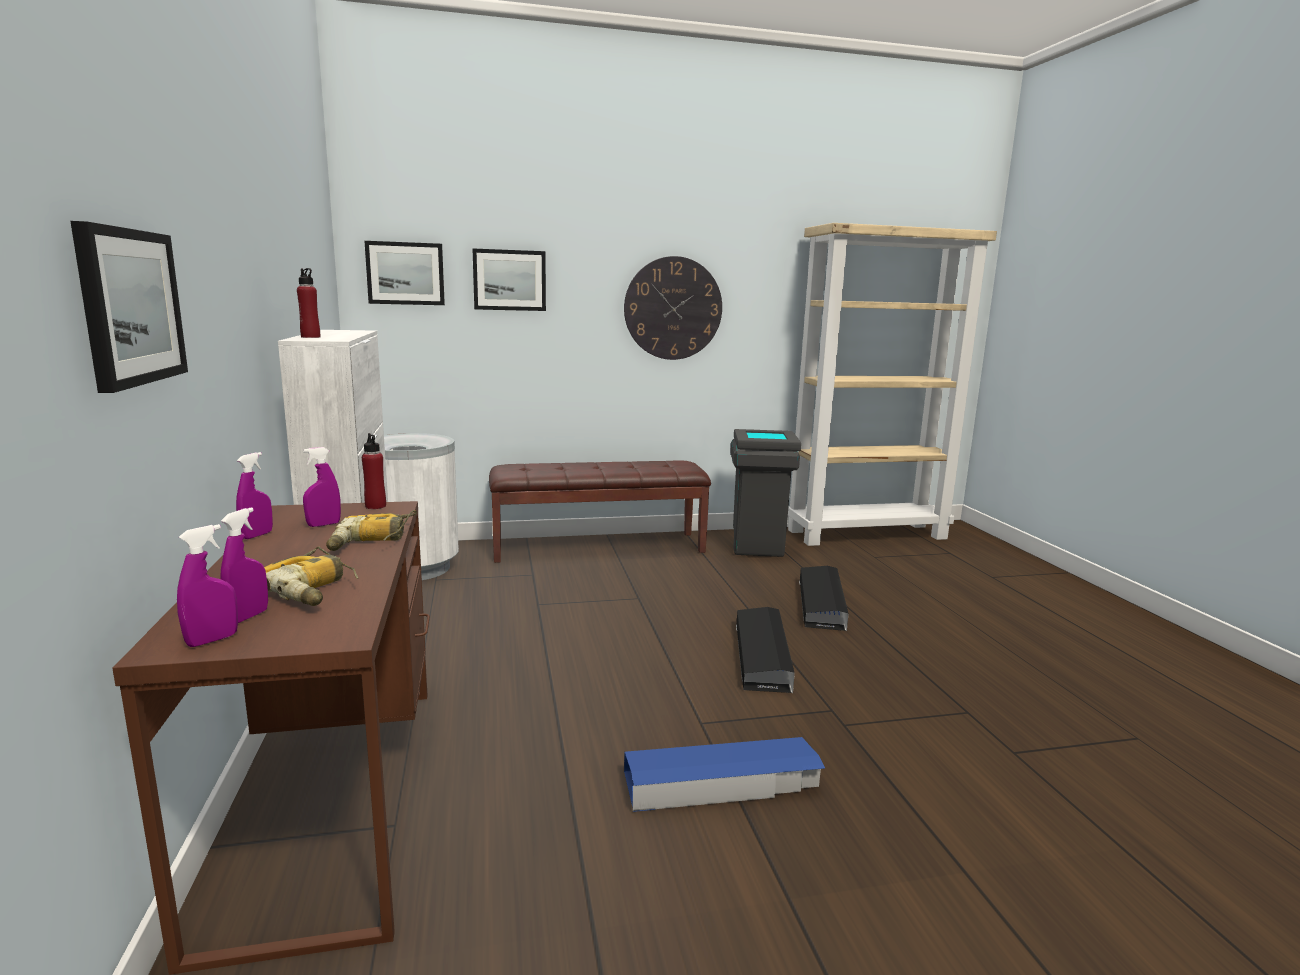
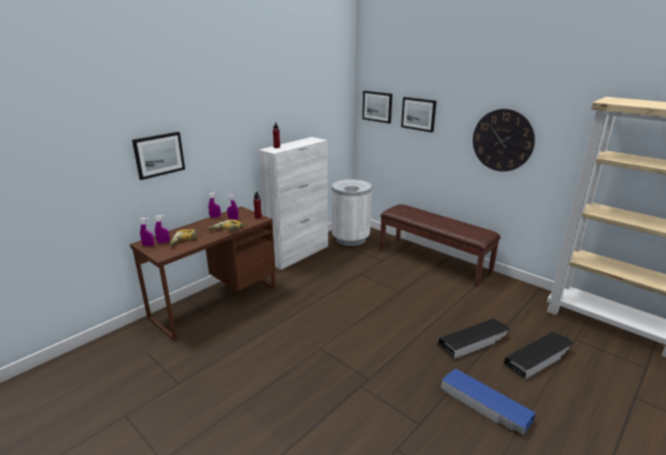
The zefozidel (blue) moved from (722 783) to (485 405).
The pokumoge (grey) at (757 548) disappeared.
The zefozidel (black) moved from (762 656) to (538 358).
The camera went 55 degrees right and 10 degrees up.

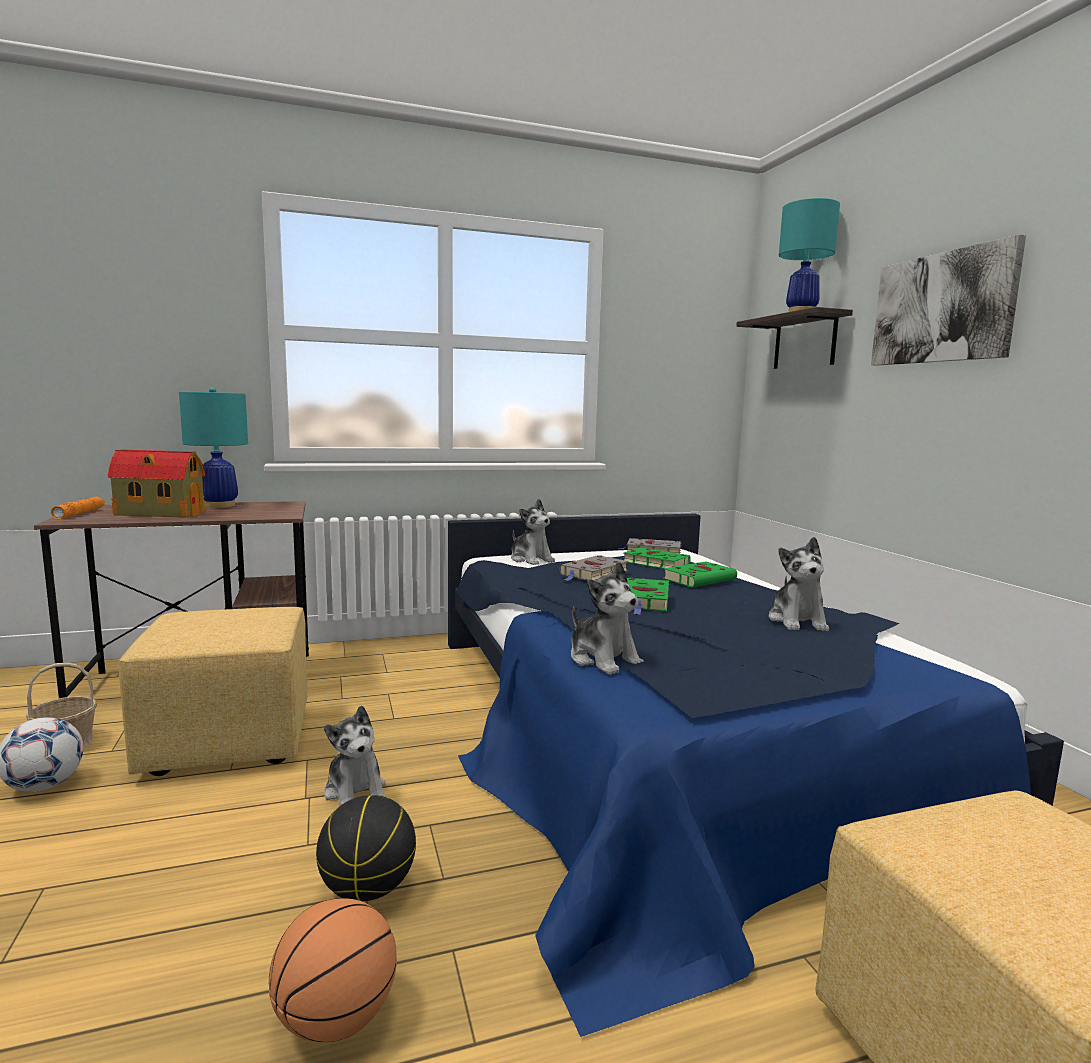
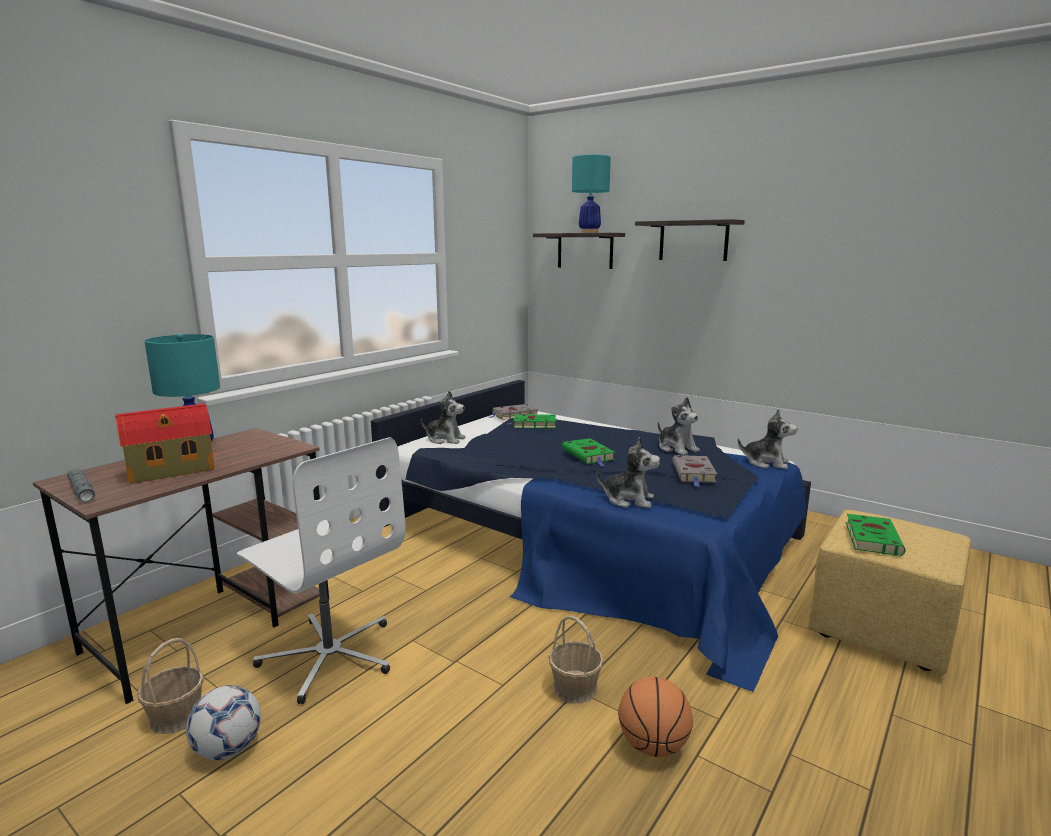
The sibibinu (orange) at (79 513) became the sibibinu (grey) at (82 491).
The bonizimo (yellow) at (227 743) was replaced by the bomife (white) at (330 655).
The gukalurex at (368 889) was replaced by the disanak at (575 687).
The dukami moved from (356 791) to (766 463).
The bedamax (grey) moved from (593 573) to (694 473).
The bedamax (green) moved from (700 579) to (872 538).
The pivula at (942 308) was replaced by the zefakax at (693 240).
The camera went 35 degrees left and 5 degrees up.

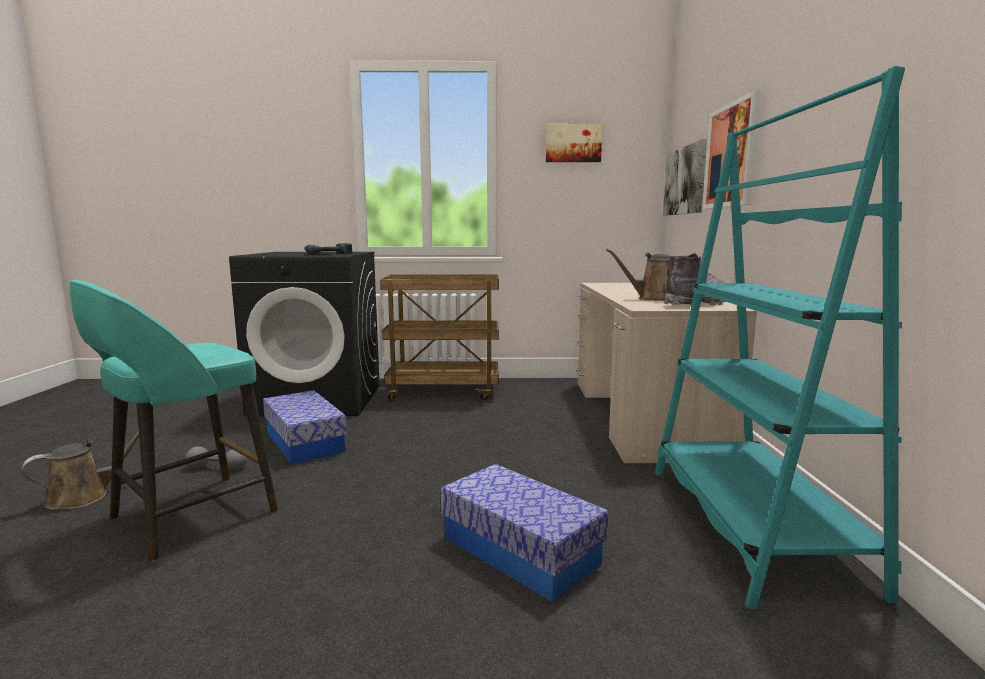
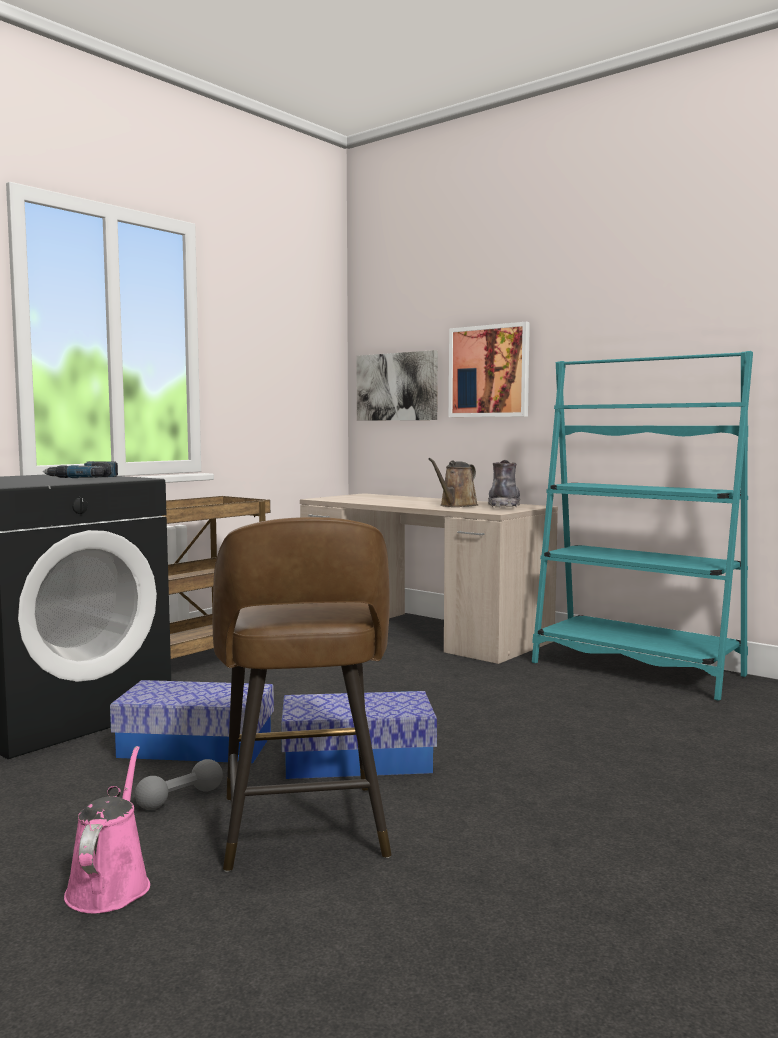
The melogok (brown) at (84 496) became the melogok (pink) at (110 885).
The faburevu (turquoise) at (189 516) became the faburevu (brown) at (303 829).
The zefozidel moved from (520 550) to (357 760).
The pivula at (573 143) disappeared.
The camera went 50 degrees left and 5 degrees down.

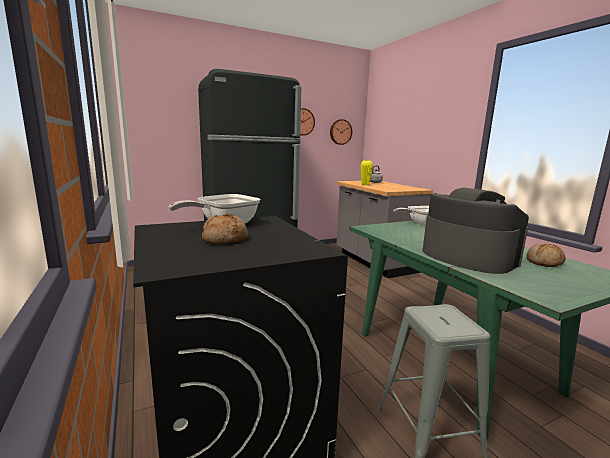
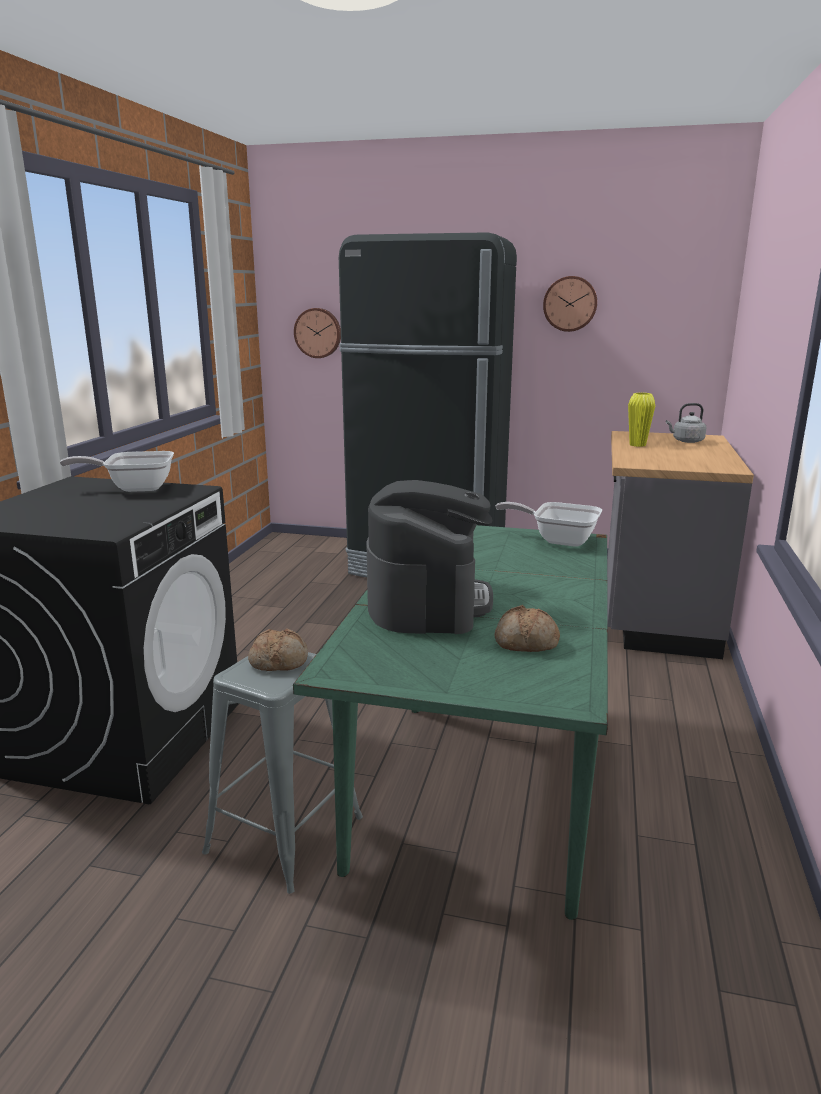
The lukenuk moved from (225 239) to (279 661).
The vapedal moved from (340 132) to (318 333).
The camera went 40 degrees right and 5 degrees up.

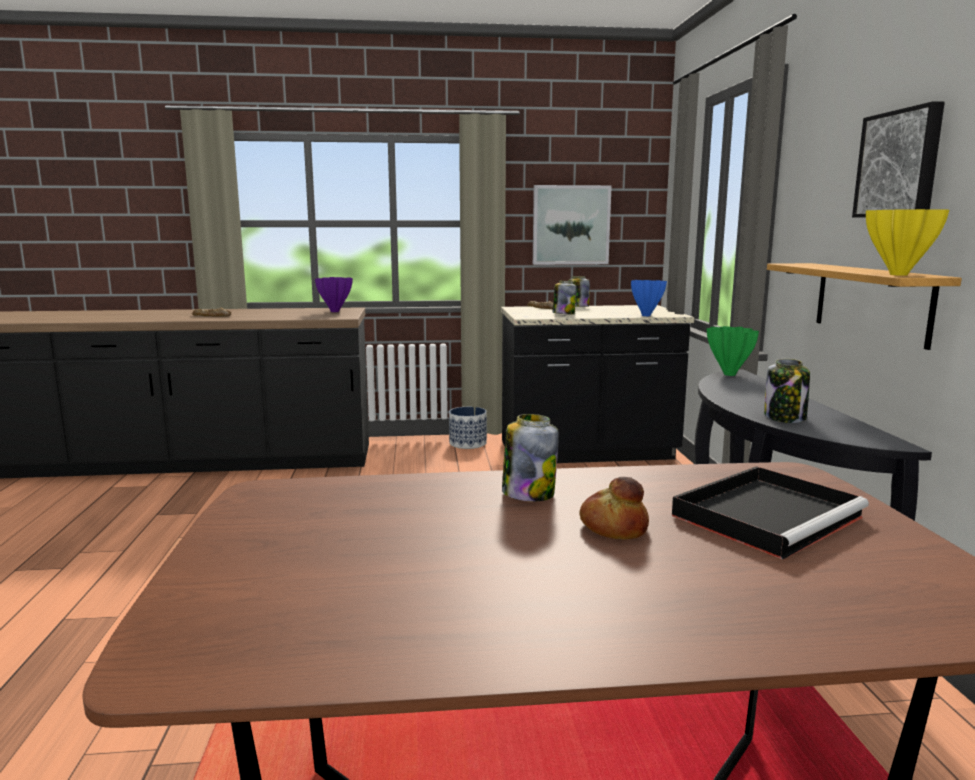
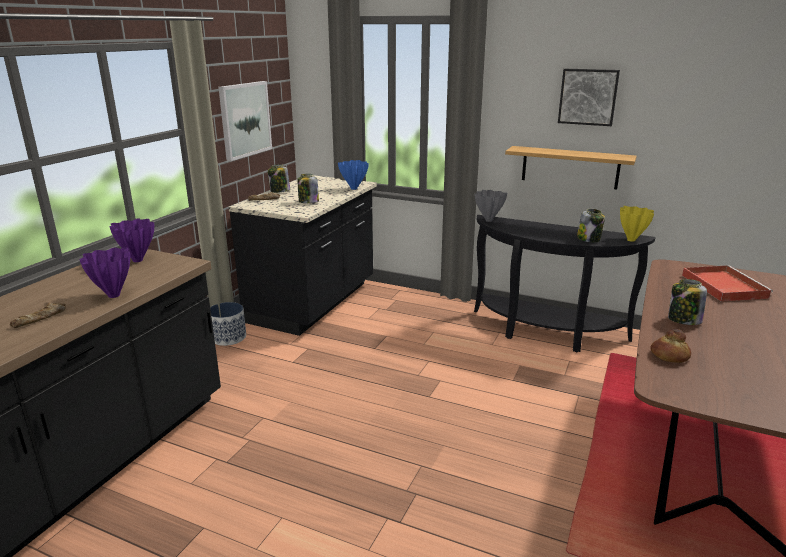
The lukenuk moved from (614 527) to (669 356).
The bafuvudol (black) at (768 515) became the bafuvudol (red) at (722 286).
The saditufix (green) at (728 374) became the saditufix (grey) at (488 220).
The saditufix (yellow) moved from (898 275) to (631 240).
The saditufix (purple) at (113 296) appeared.
The camera went 60 degrees left and 10 degrees up.

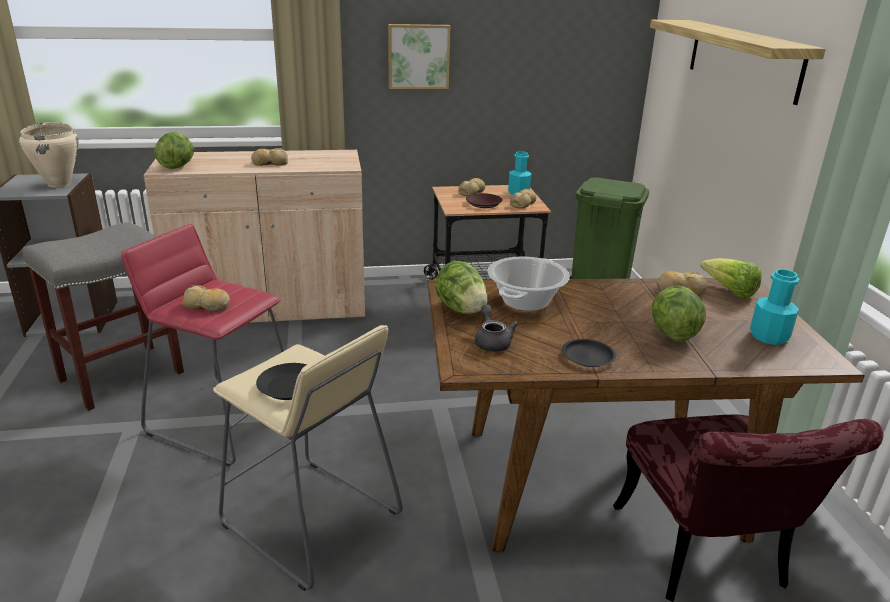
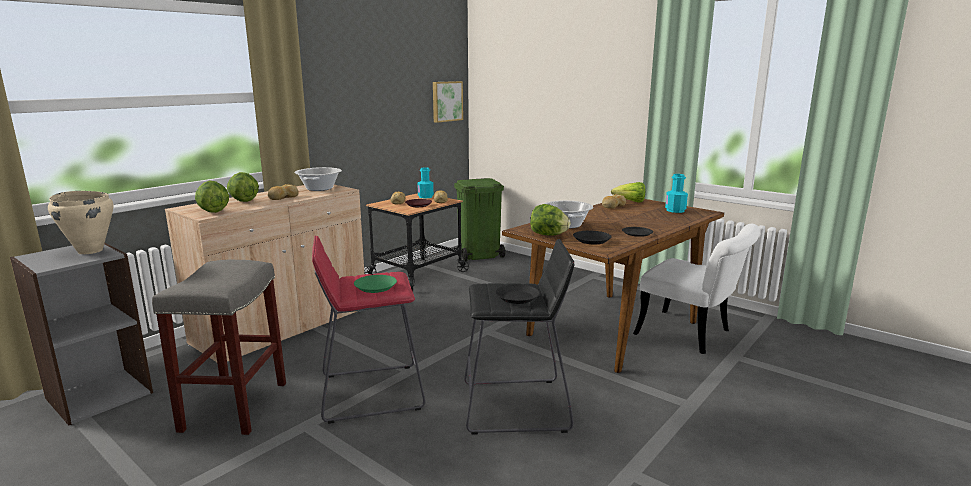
The lukenuk at (207 306) was replaced by the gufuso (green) at (375 287).
The faburevu (beige) at (311 520) became the faburevu (black) at (515 406).
The pivula moved from (418 56) to (446 101).
The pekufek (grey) at (492 341) was replaced by the gufuso (black) at (591 240).
The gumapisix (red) at (706 559) became the gumapisix (white) at (692 335).
The zefakax at (743 58) disappeared.
The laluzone moved from (672 333) to (243 201).
The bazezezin at (319 188) appeared.
The camera went 40 degrees left and 10 degrees down.

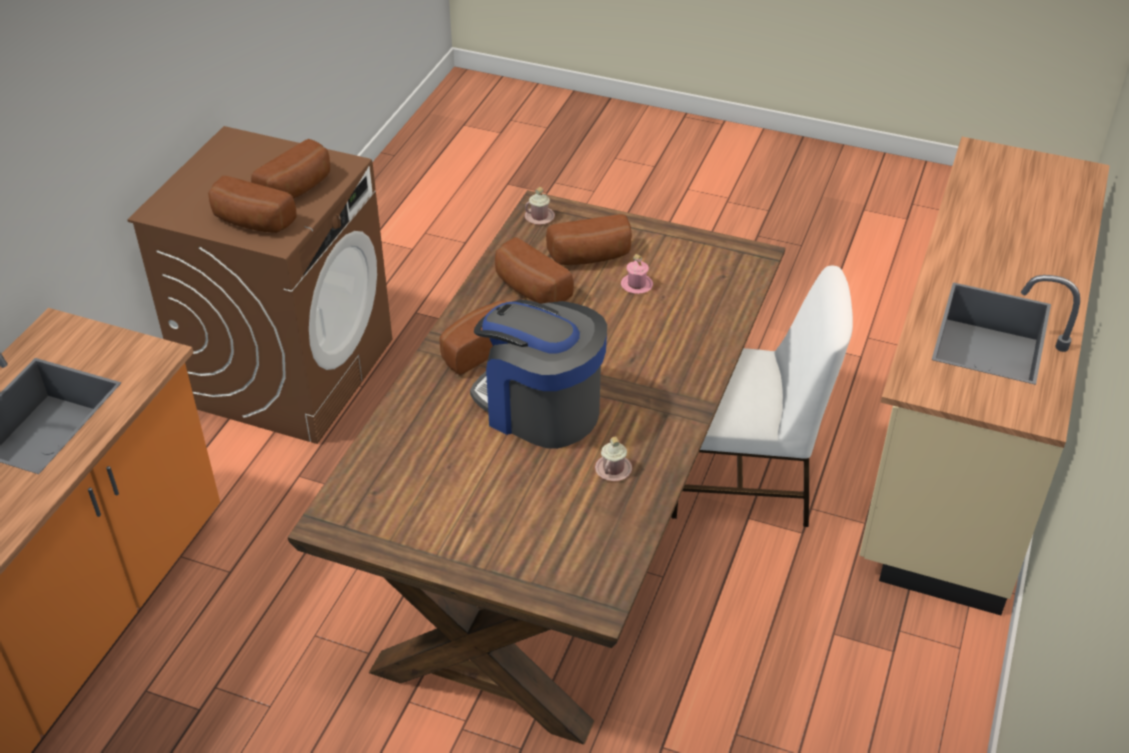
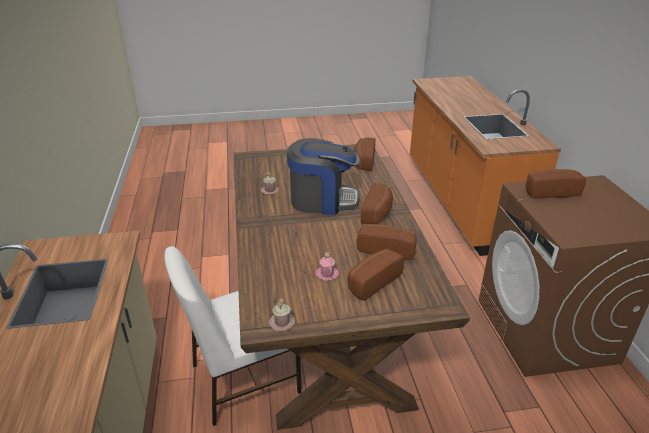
The lukenuk moved from (298 189) to (363 161).
The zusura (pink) moved from (539 217) to (282 322).
The camera went 150 degrees right and 10 degrees down.

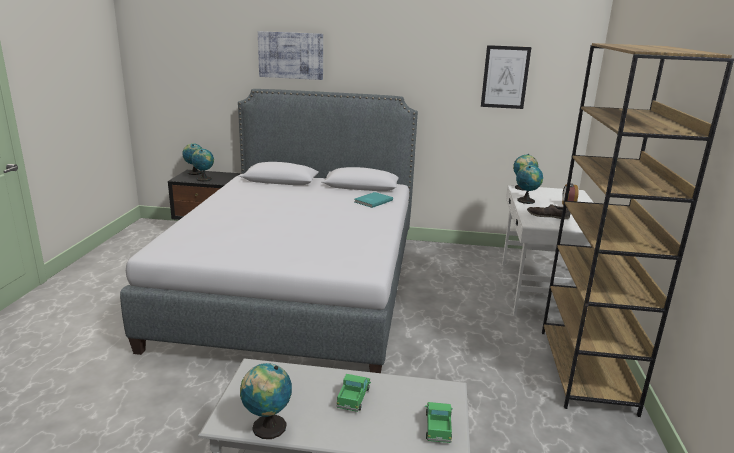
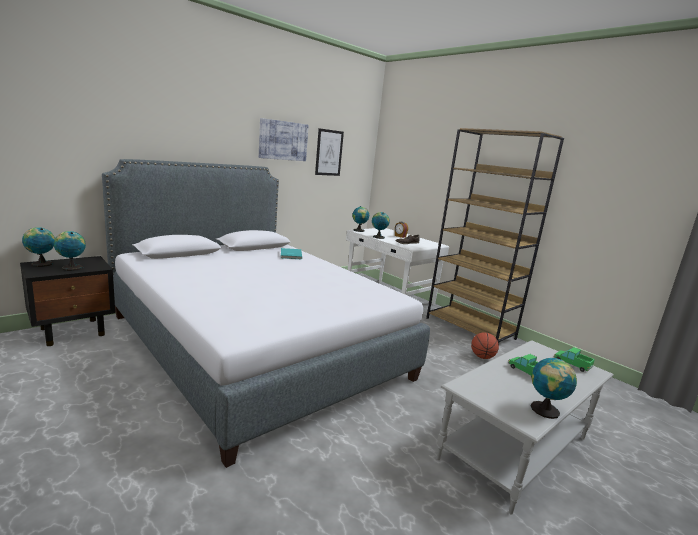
The pivula moved from (291 55) to (283 140).
The gukalurex at (482 357) appeared.
The camera went 50 degrees left and 5 degrees down.

